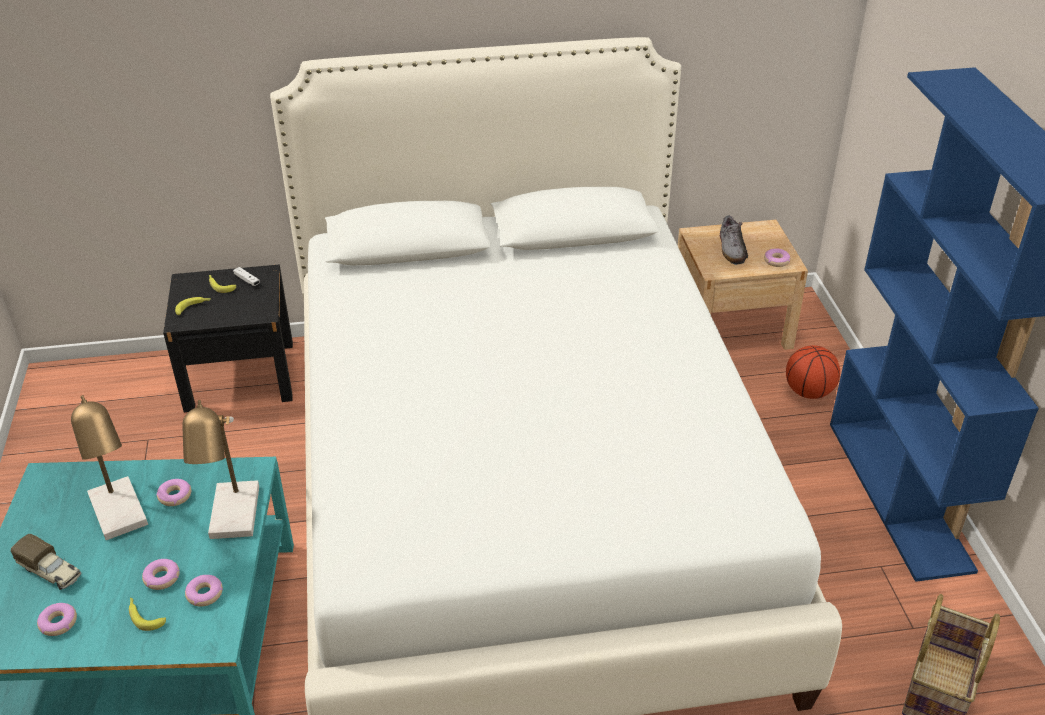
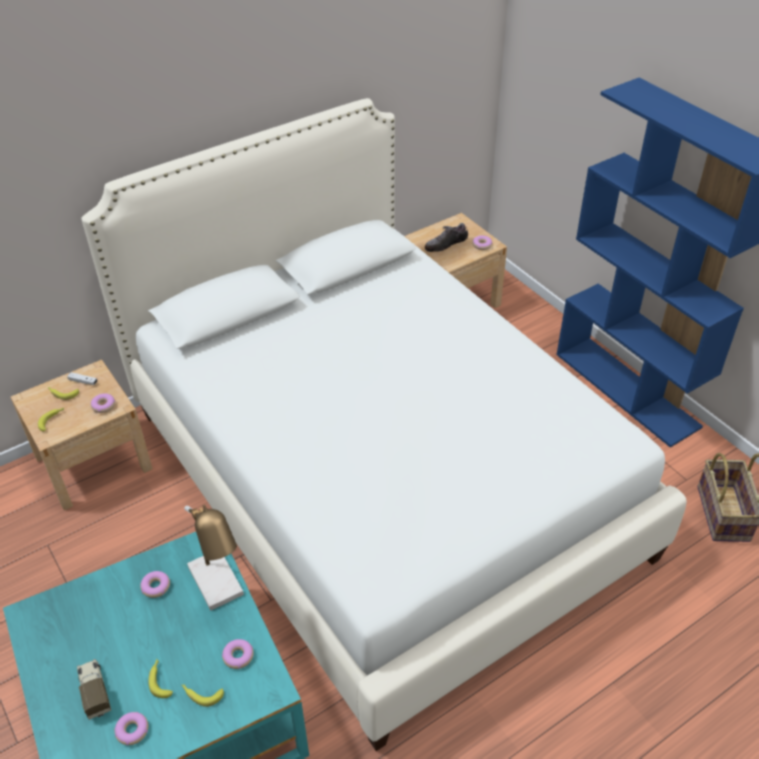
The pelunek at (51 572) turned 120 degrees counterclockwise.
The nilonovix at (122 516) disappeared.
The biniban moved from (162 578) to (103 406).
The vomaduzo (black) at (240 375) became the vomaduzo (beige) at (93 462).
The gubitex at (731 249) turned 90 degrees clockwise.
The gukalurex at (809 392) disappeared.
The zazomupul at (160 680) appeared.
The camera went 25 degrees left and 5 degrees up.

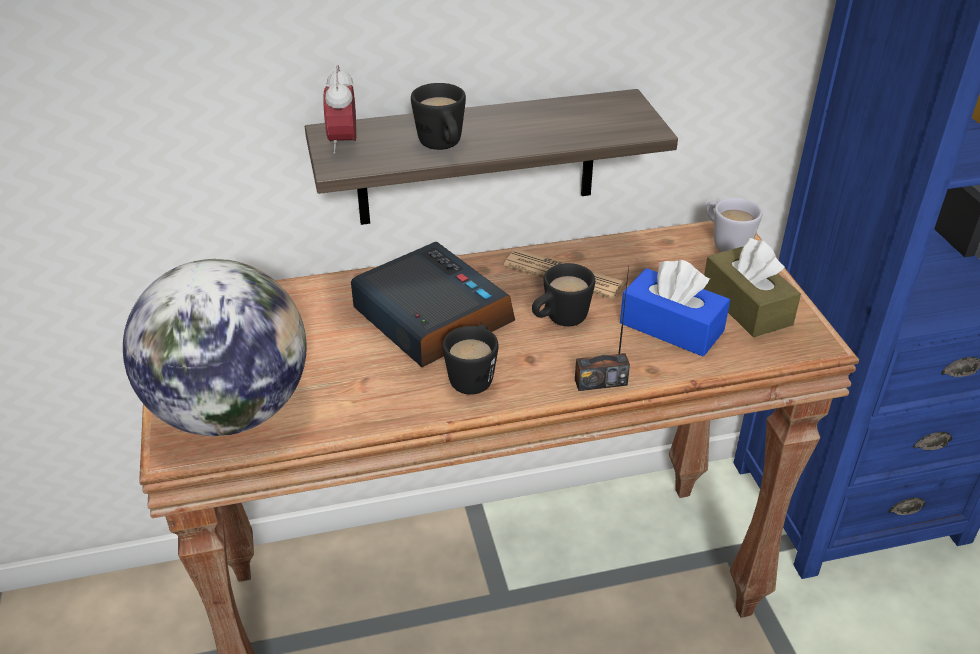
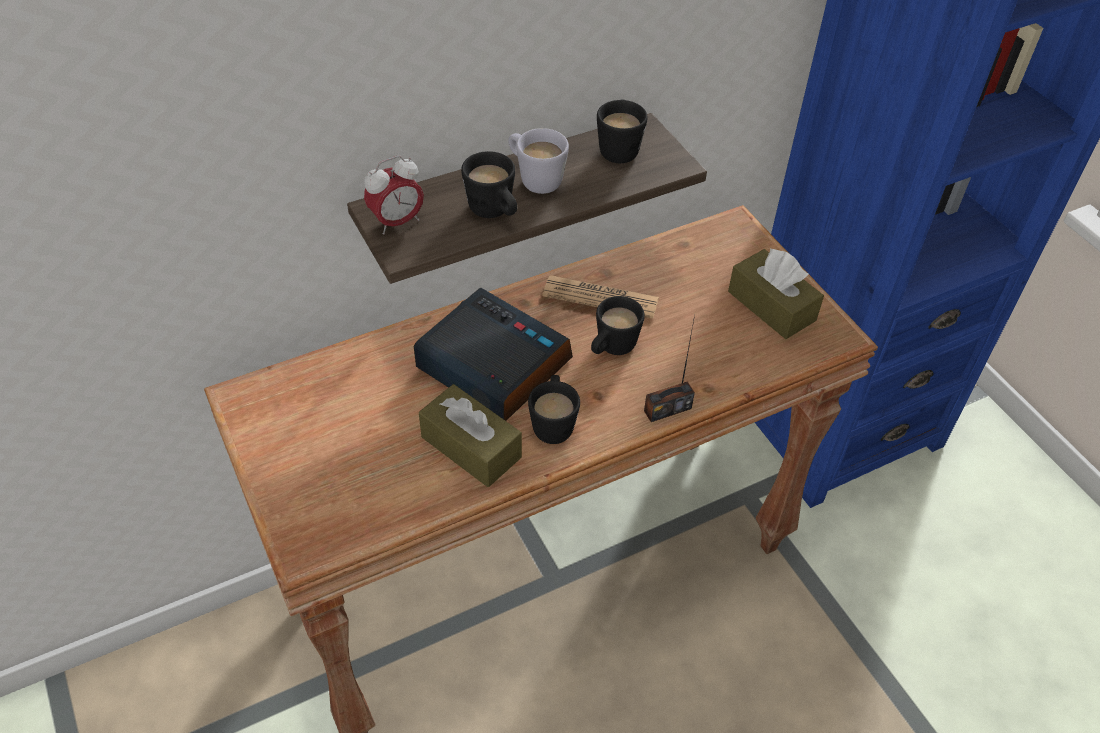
The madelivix at (231 411) disappeared.
The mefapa at (343 143) turned 105 degrees counterclockwise.
The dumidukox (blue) at (671 327) disappeared.
The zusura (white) moved from (725 243) to (534 179).
The dumidukox (brown) at (471 447) appeared.
The zusura (black) at (619 148) appeared.
The camera went 15 degrees left and 10 degrees up.

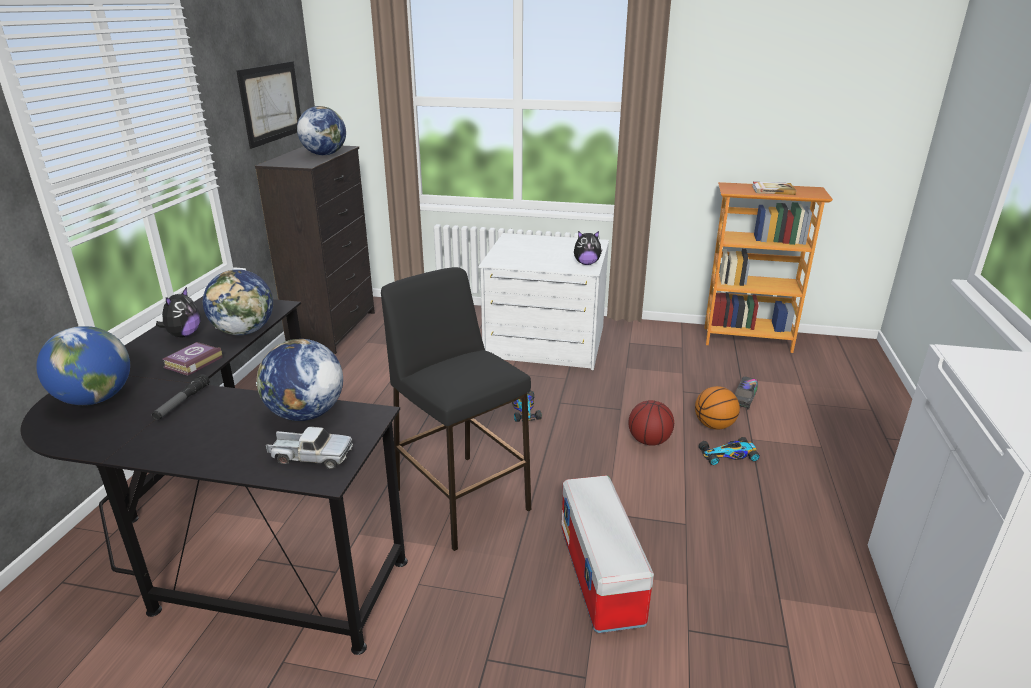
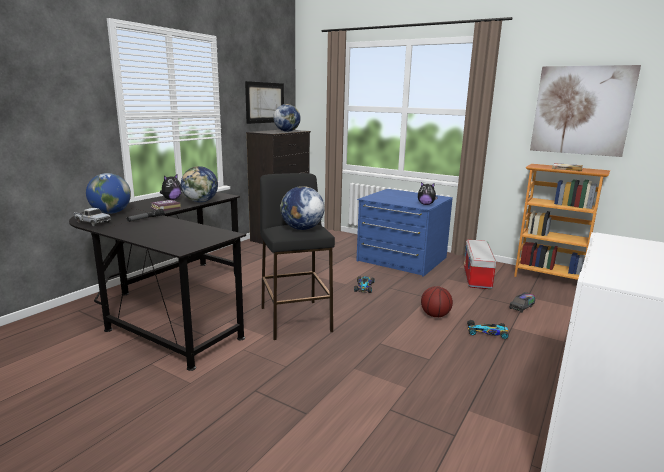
The madelivix moved from (305 414) to (302 229).
The pelunek moved from (311 456) to (92 222).
The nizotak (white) at (545 343) became the nizotak (blue) at (401 259).
The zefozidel moved from (602 576) to (477 277).
The gukalurex at (713 425) disappeared.
The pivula at (581 110) appeared.
The camera went 20 degrees right and 10 degrees down.

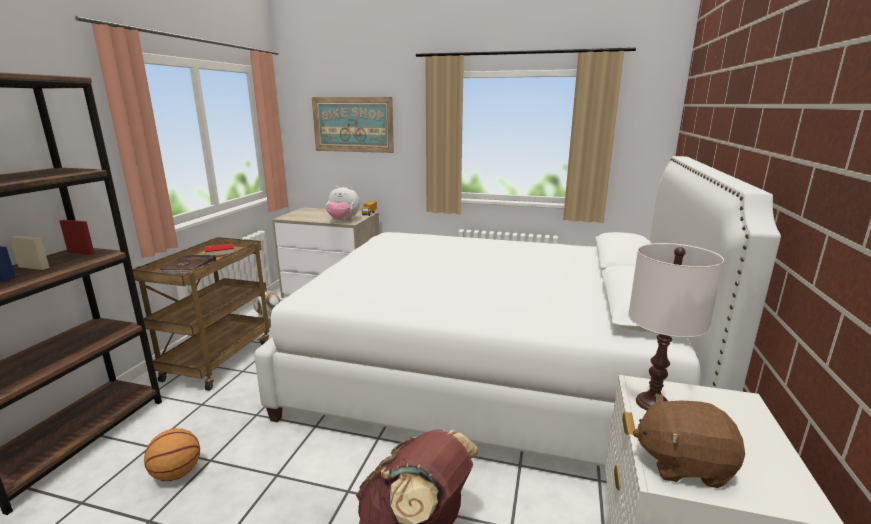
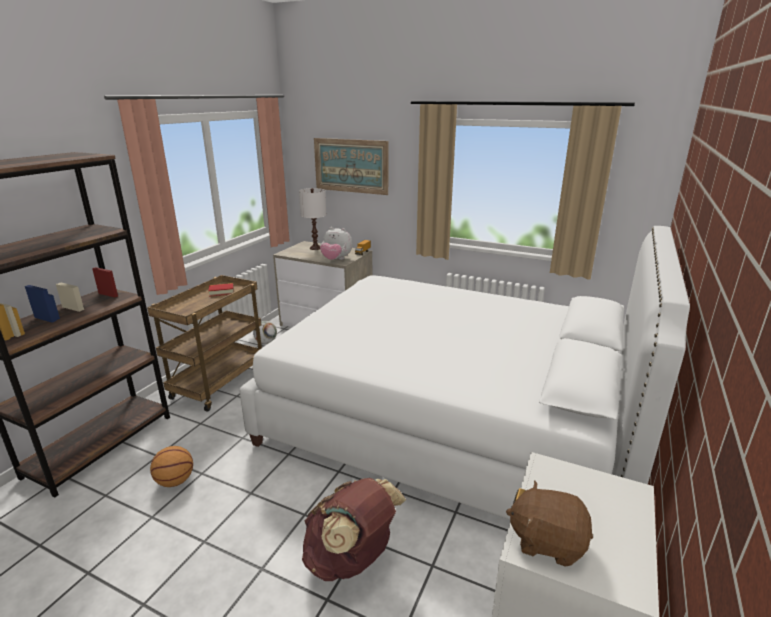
The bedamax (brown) at (188 267) disappeared.
The nilonovix (white) moved from (653 403) to (315 248).
The camera went 10 degrees right and 5 degrees up.

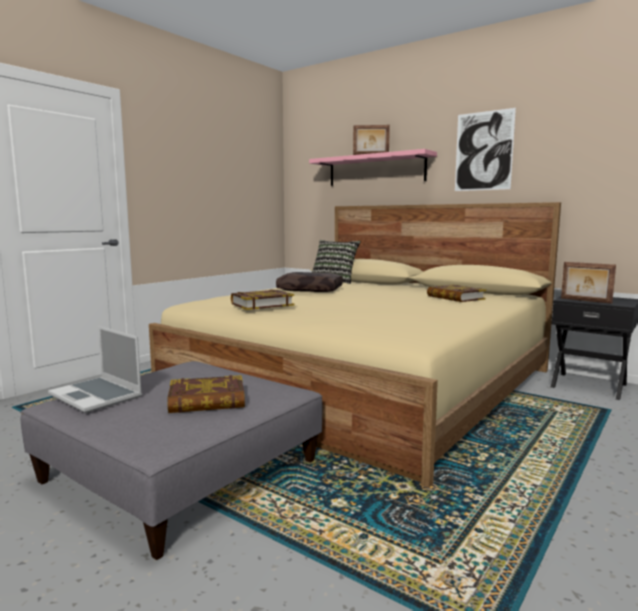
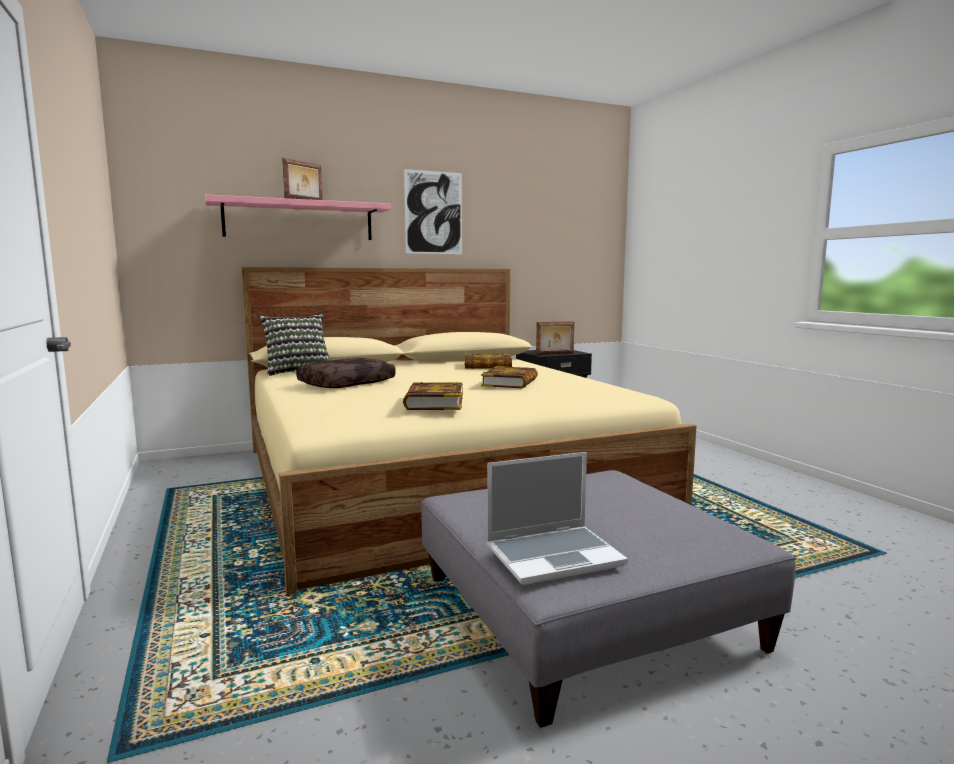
The bedamax moved from (207 401) to (510 382).
The camera went 60 degrees left and 0 degrees up.

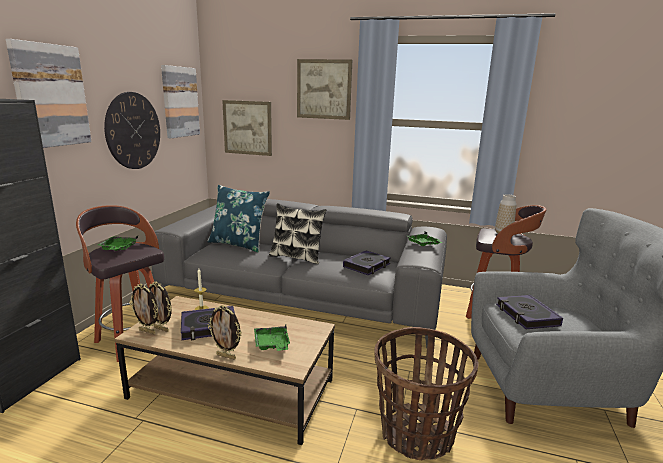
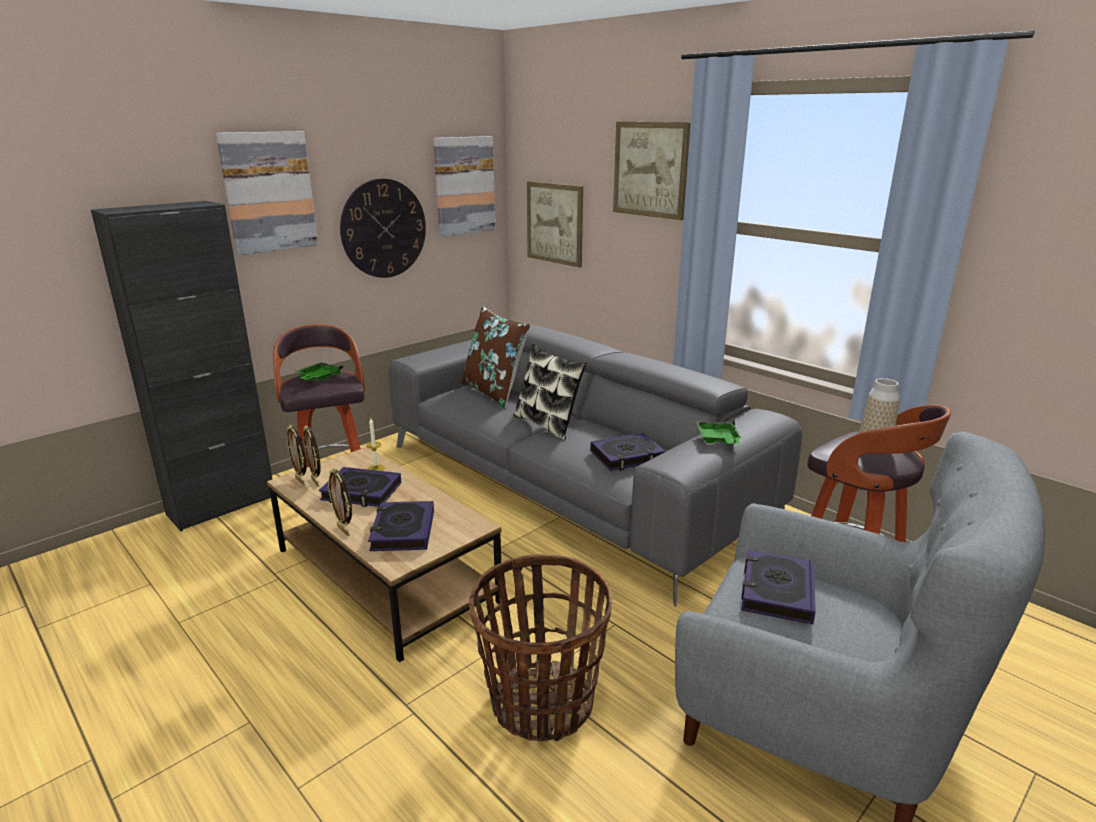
The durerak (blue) at (238 244) became the durerak (brown) at (494 392).
The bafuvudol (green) at (272 344) was replaced by the bedamax at (402 531).
The camera went 30 degrees right and 5 degrees up.

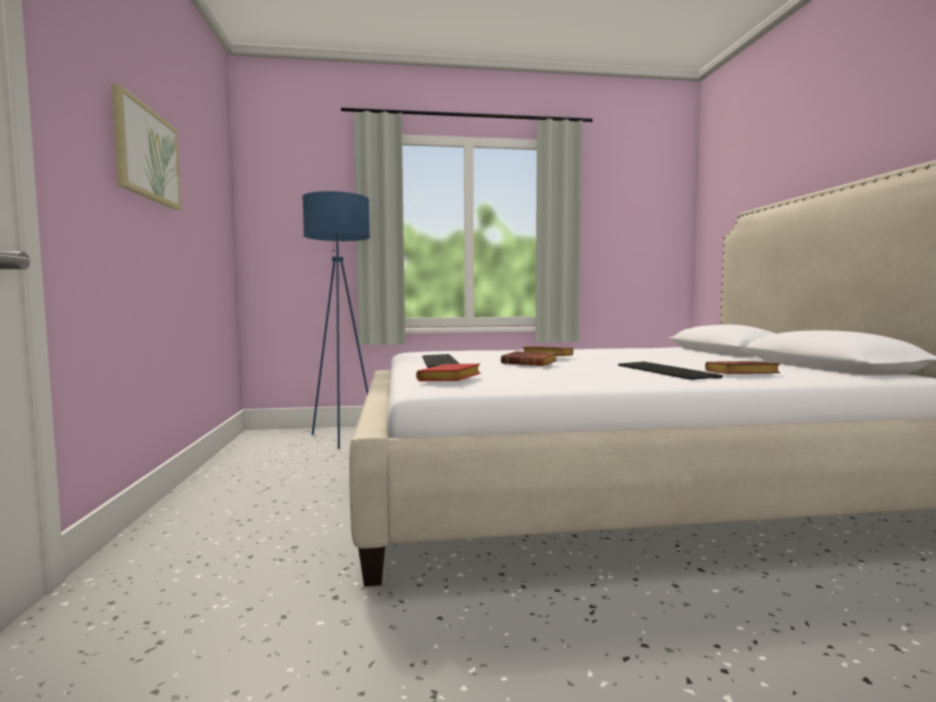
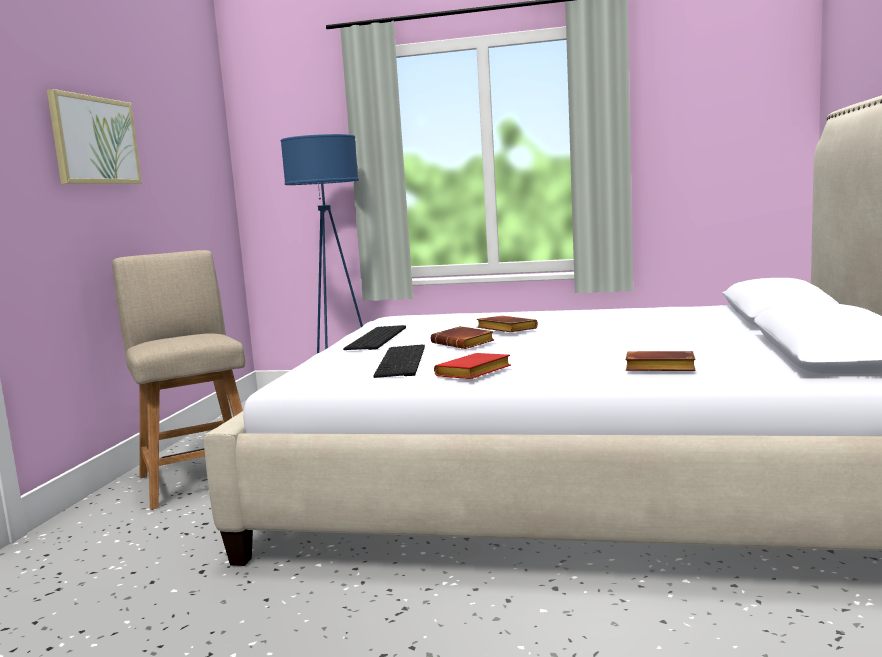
The bedamax (red) moved from (450 379) to (473 373).
The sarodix moved from (667 371) to (403 361).
The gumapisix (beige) at (197 478) appeared.
The camera went 20 degrees right and 5 degrees up.

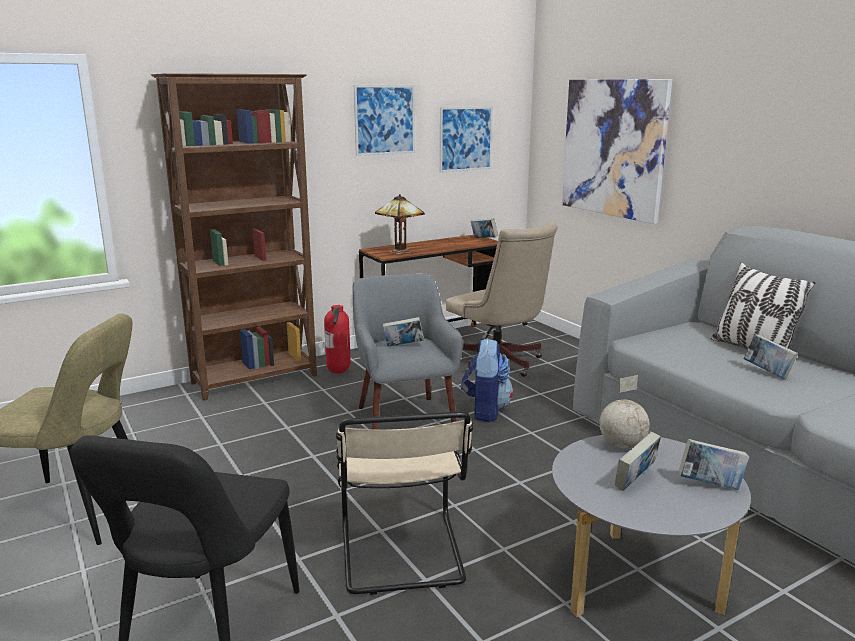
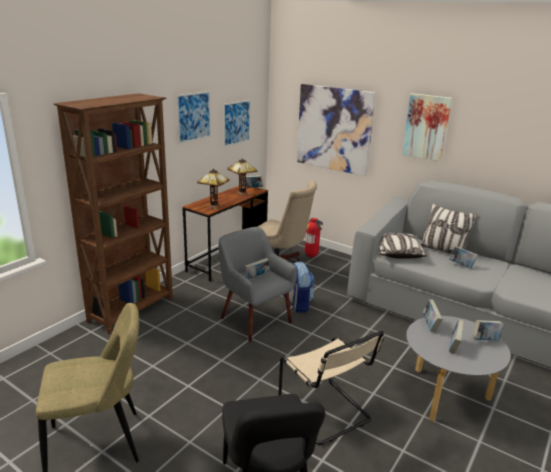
The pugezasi moved from (339 373) to (311 256).
The madelivix at (621 445) was replaced by the bedamax at (430 325).
The nilonovix at (241 194) appeared.
The durerak at (397 253) appeared.
The pivula at (426 127) appeared.
The camera went 25 degrees left and 5 degrees up.

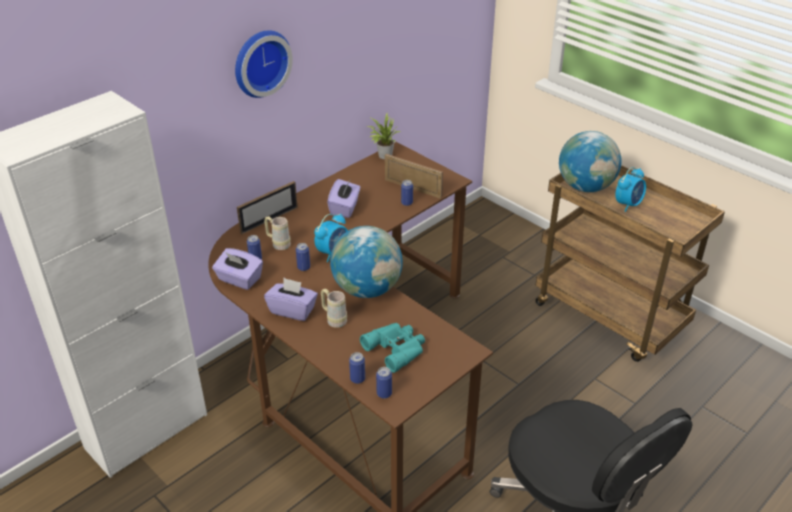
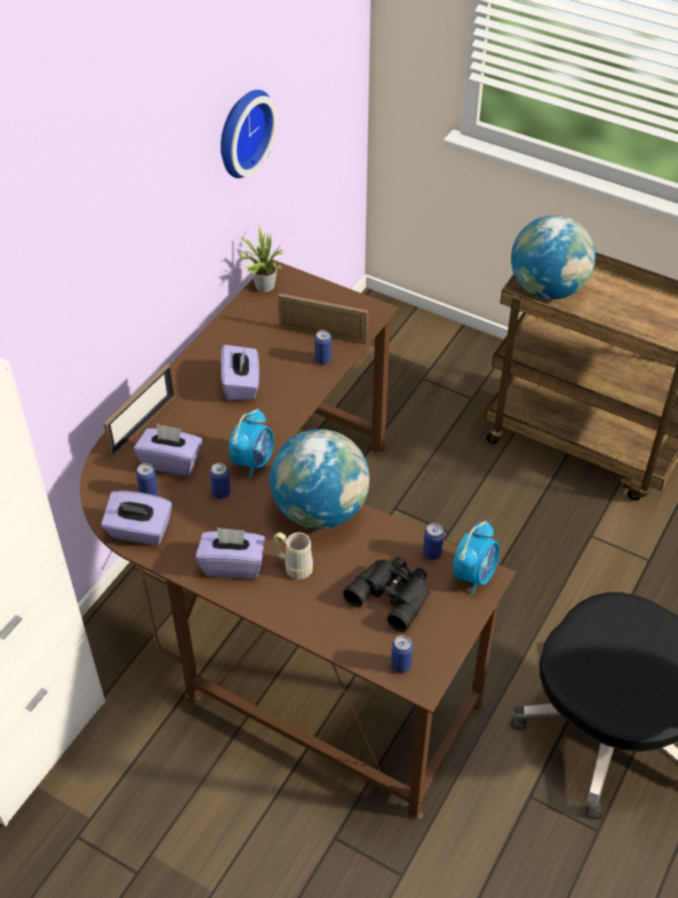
The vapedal moved from (259 62) to (241 131).
The zusura (beige) at (278 244) was replaced by the dumidukox (purple) at (171 462).
The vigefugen moved from (357 379) to (432 553).
The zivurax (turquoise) at (396 348) became the zivurax (black) at (392 594).
The mefapa moved from (628 204) to (474 575).
The camera went 15 degrees left and 10 degrees up.

